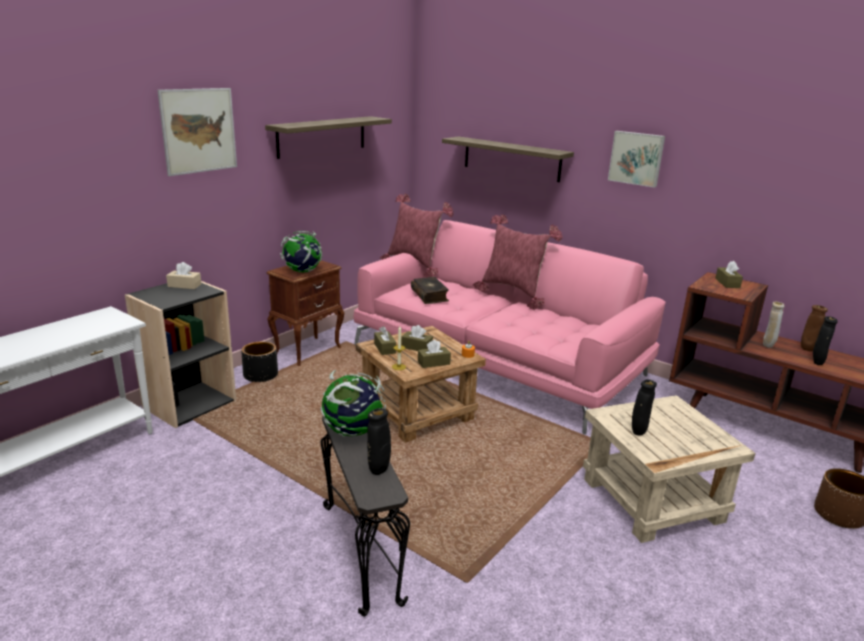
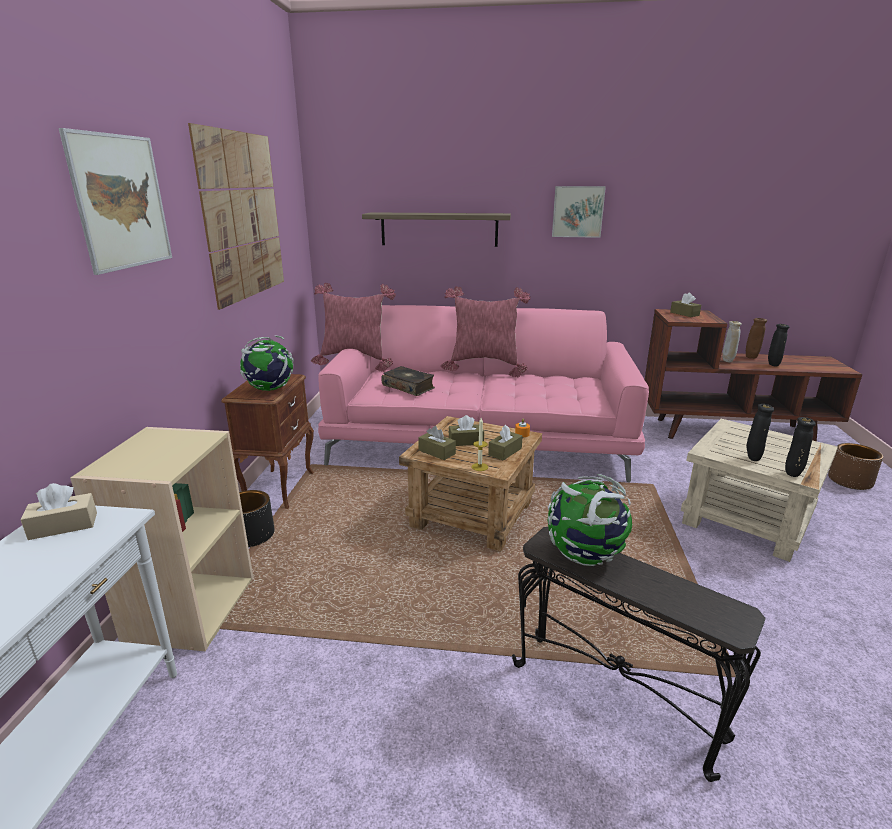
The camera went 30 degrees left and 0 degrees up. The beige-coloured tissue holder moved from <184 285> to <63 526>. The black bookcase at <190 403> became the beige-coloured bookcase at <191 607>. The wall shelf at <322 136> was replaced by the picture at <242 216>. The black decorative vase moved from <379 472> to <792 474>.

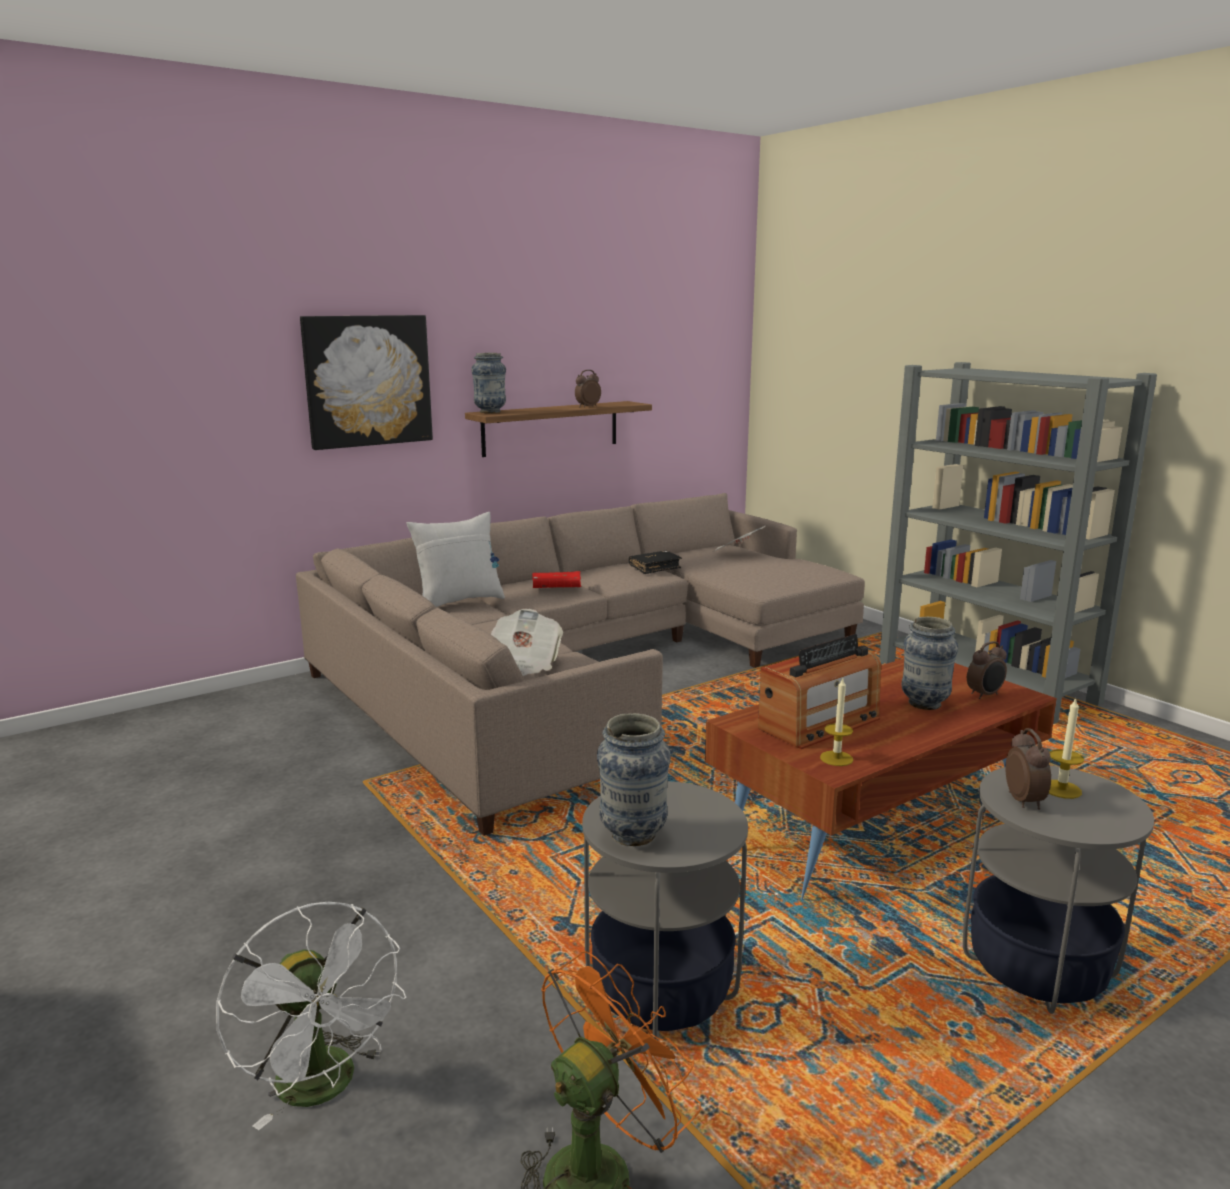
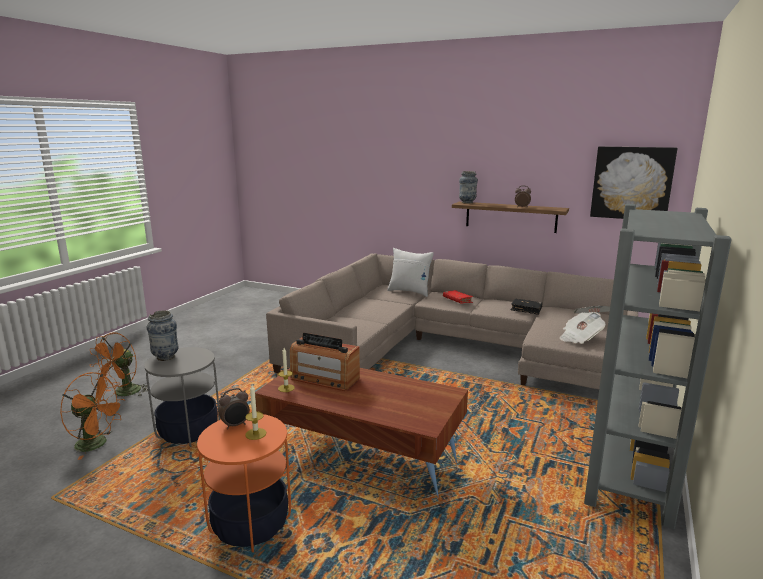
The camera went 60 degrees right and 0 degrees up. The whitish fan at <325 1088> became the orange fan at <124 394>. The gray side table at <1037 970> became the orange side table at <250 527>. The daily paper moved from <524 664> to <579 338>. The picture moved from <367 381> to <631 183>. The decorative vase at <924 703> disappeared. The table clock at <985 695> disappeared.

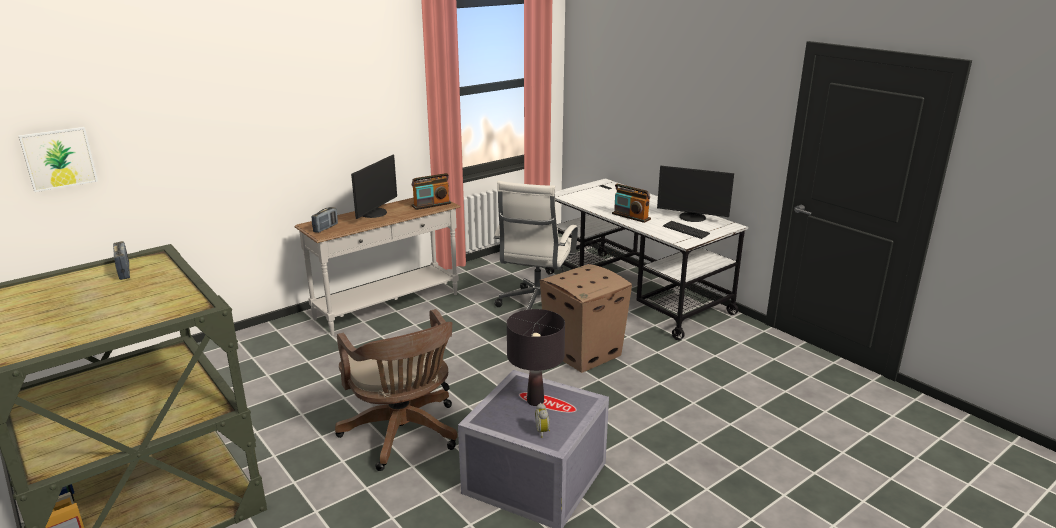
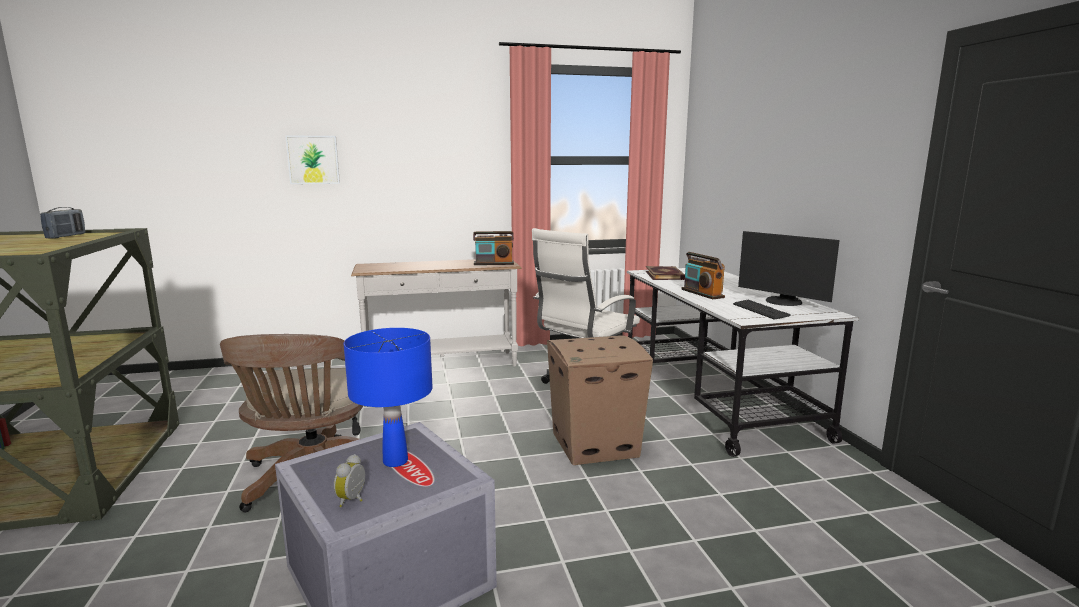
The camera went 25 degrees right and 10 degrees down. The picture moved from <59 158> to <313 160>. The black lamp for a table at <535 401> became the bluish lamp for a table at <396 461>. The volume at <665 275> appeared. The radio set at <325 228> disappeared. The monitor at <375 213> disappeared.

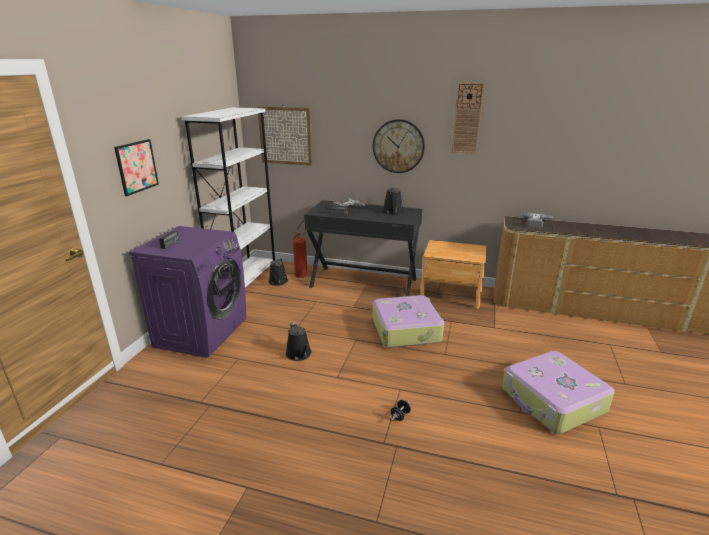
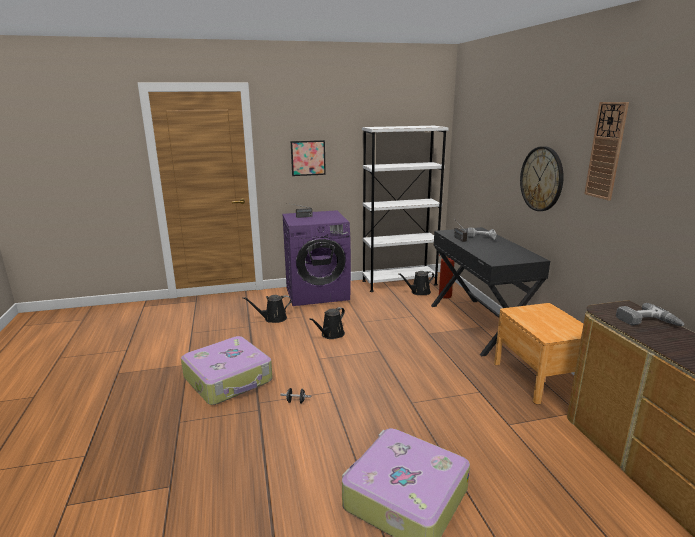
The camera went 60 degrees right and 5 degrees down. The suitcase moved from <406 329> to <229 379>. The black sprinkling can moved from <392 212> to <273 319>. The picture at <285 134> disappeared.

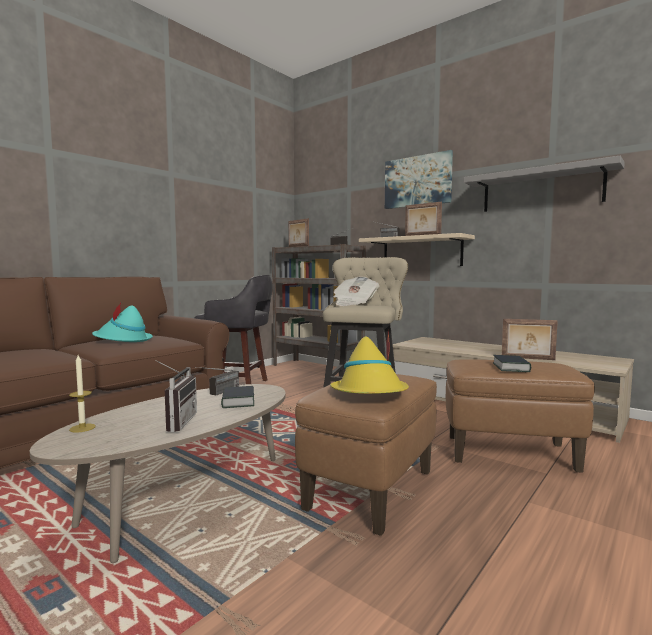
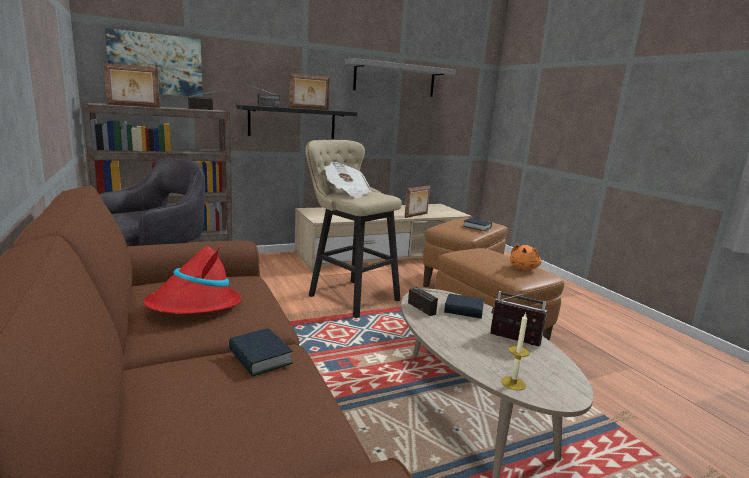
The camera went 65 degrees left and 10 degrees up. The picture moved from <417 181> to <156 64>. The blue-green hat at <123 340> became the red-coloured hat at <194 306>. The volume at <260 357> appeared. The beige-coloured wall shelf at <421 252> became the black wall shelf at <292 122>. The yellow hat at <370 393> was replaced by the orange plush toy at <524 268>.

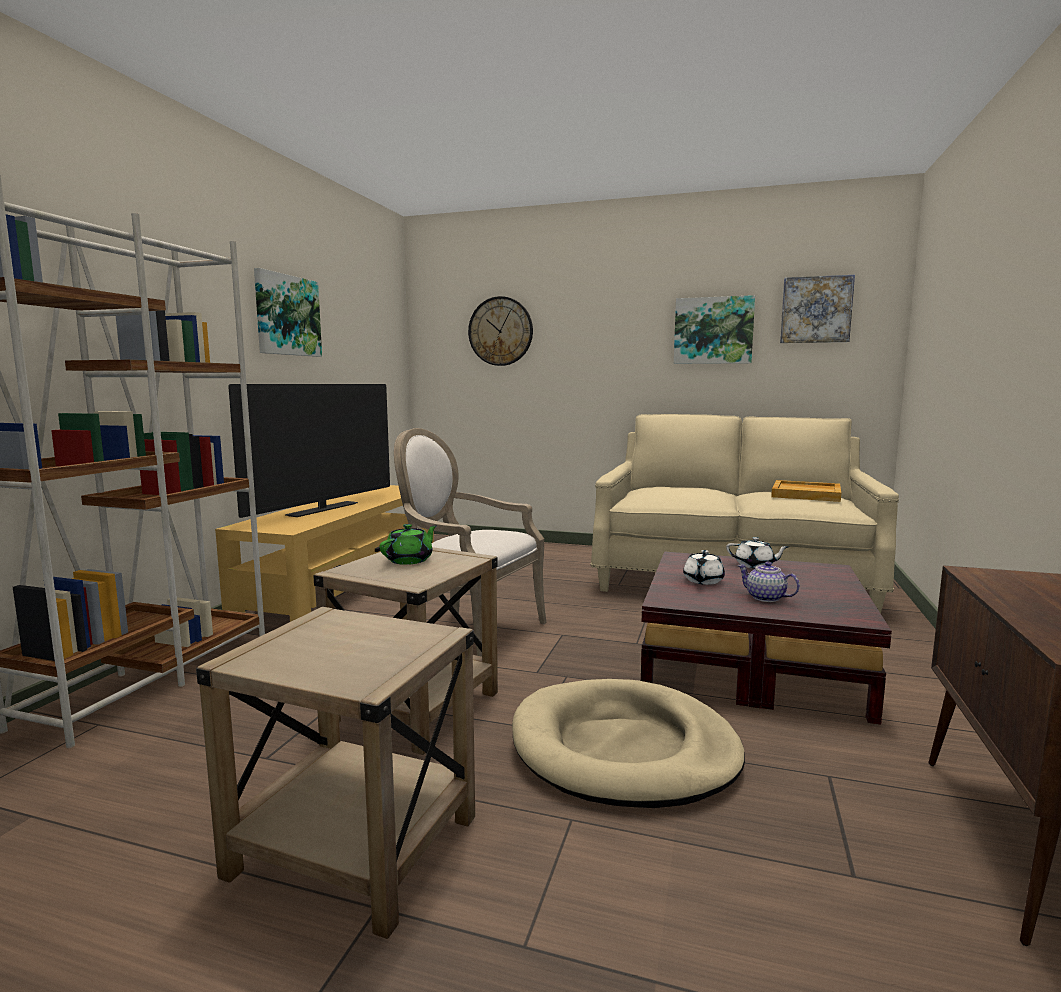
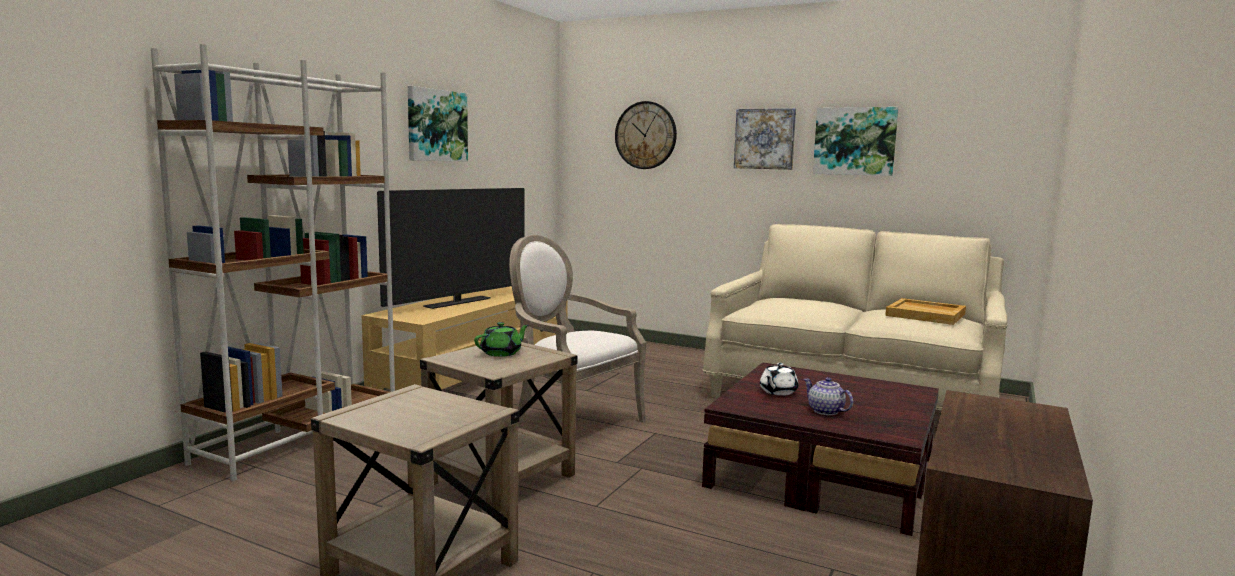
The camera went 10 degrees right and 0 degrees up. The picture moved from <816 310> to <765 139>. The beige-coloured pet bed at <623 749> disappeared. The whitish tea pot at <755 565> disappeared.

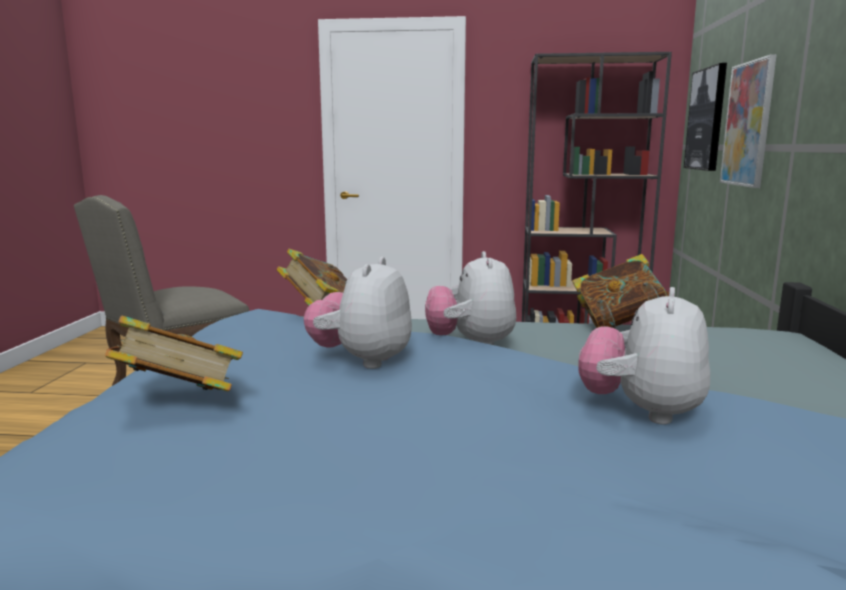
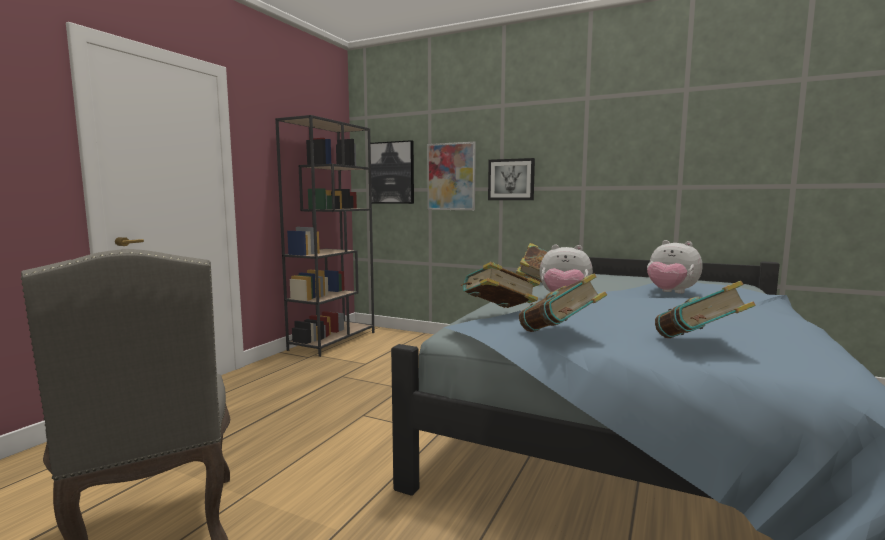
The camera went 70 degrees left and 5 degrees down. The picture at <511 179> appeared. The volume at <559 335> appeared. The plush toy at <362 361> disappeared.

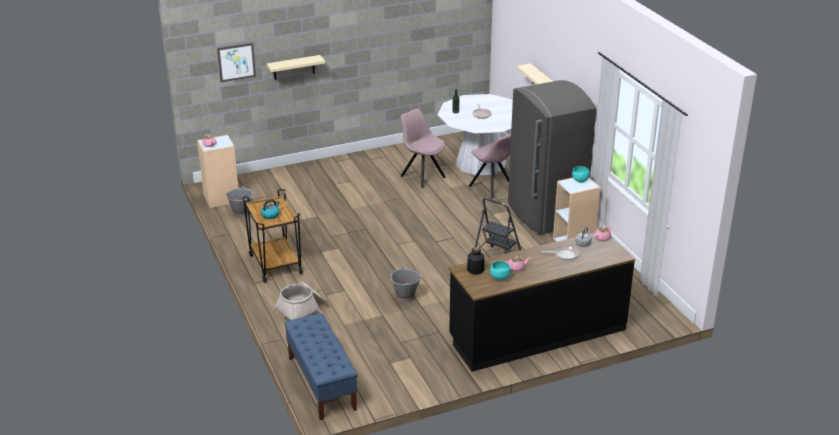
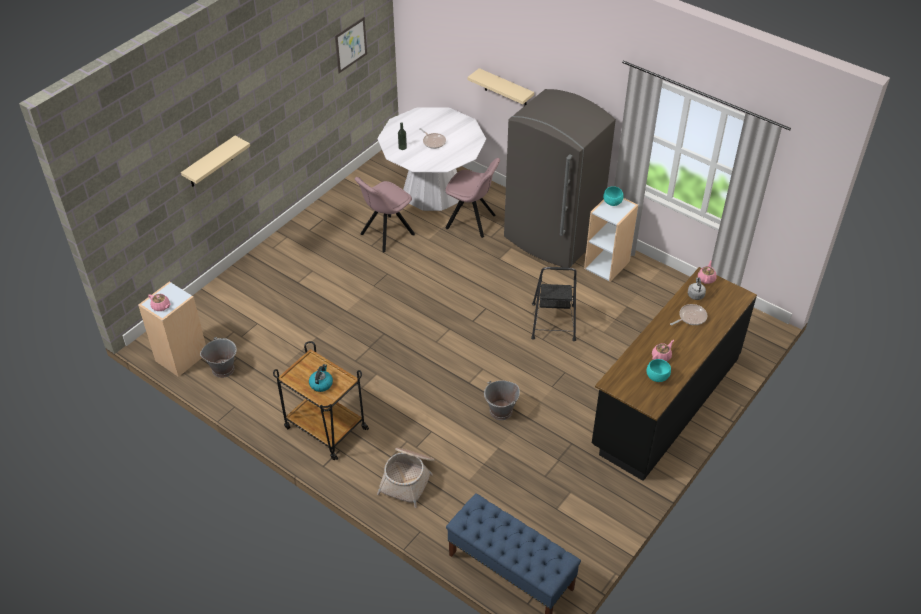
The camera went 30 degrees left and 15 degrees up. The picture moved from <236 62> to <350 44>. The pink plain chair at <422 176> turned 60 degrees counterclockwise. The beverage bottle at <475 269> disappeared.

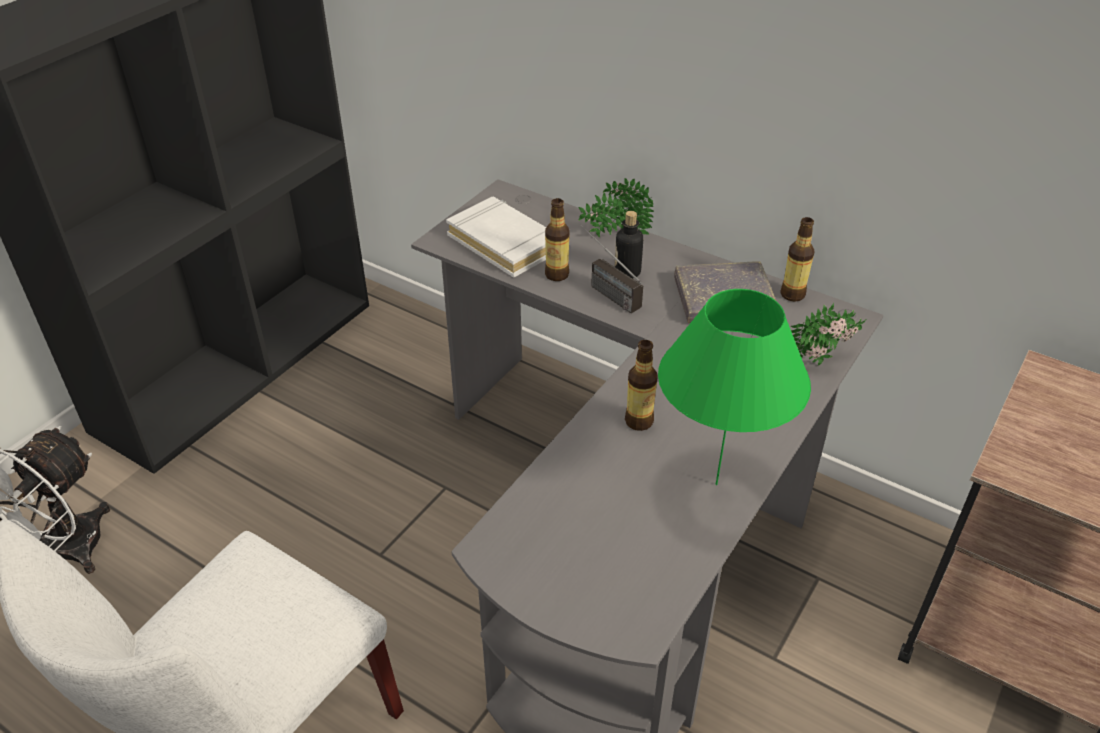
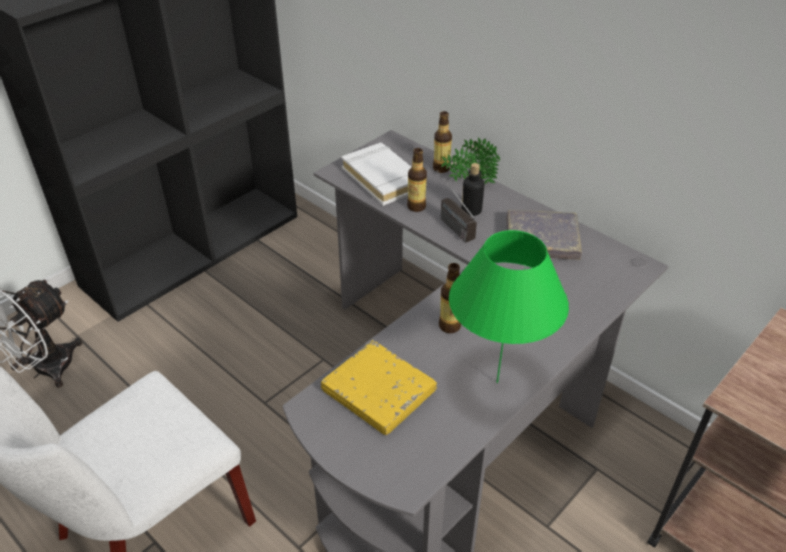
The camera went 10 degrees right and 0 degrees up. The yellow volume at <378 391> appeared. The beverage bottle moved from <792 294> to <441 168>. The houseplant at <823 360> disappeared.

